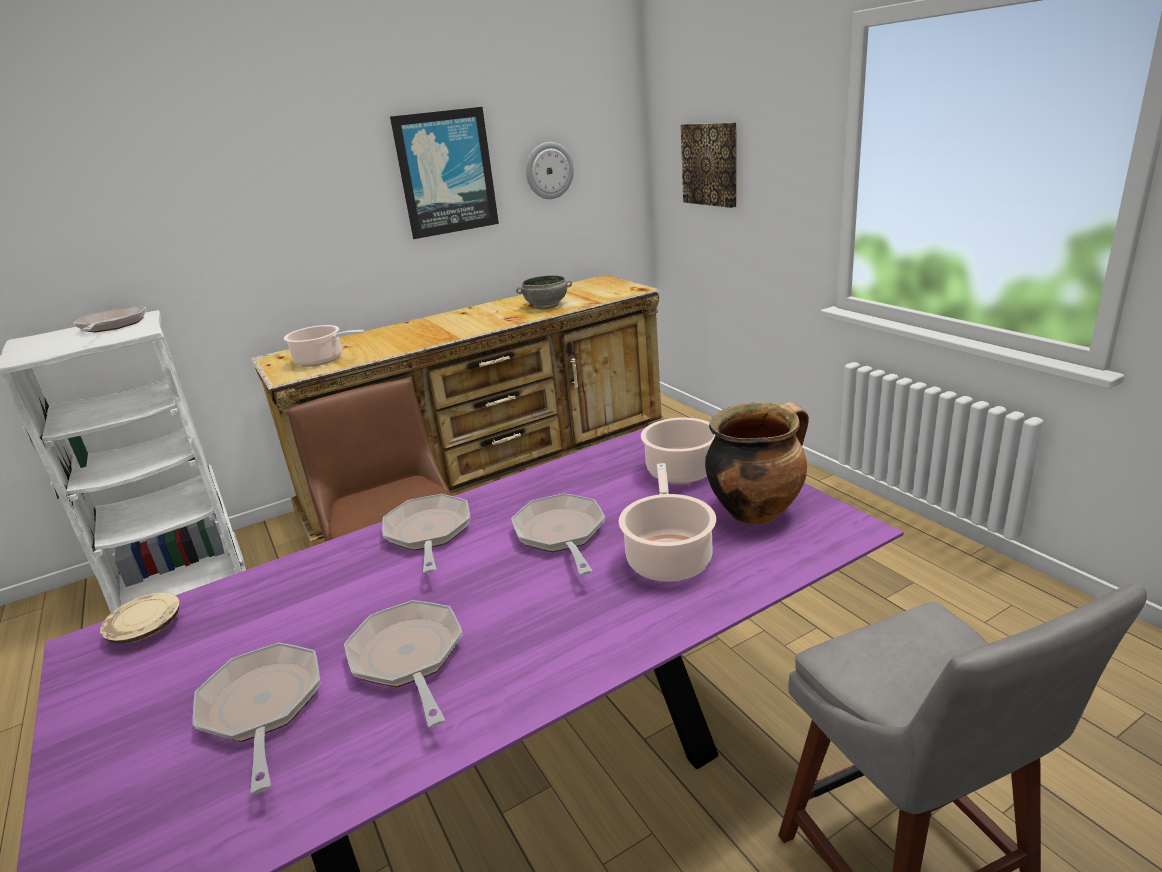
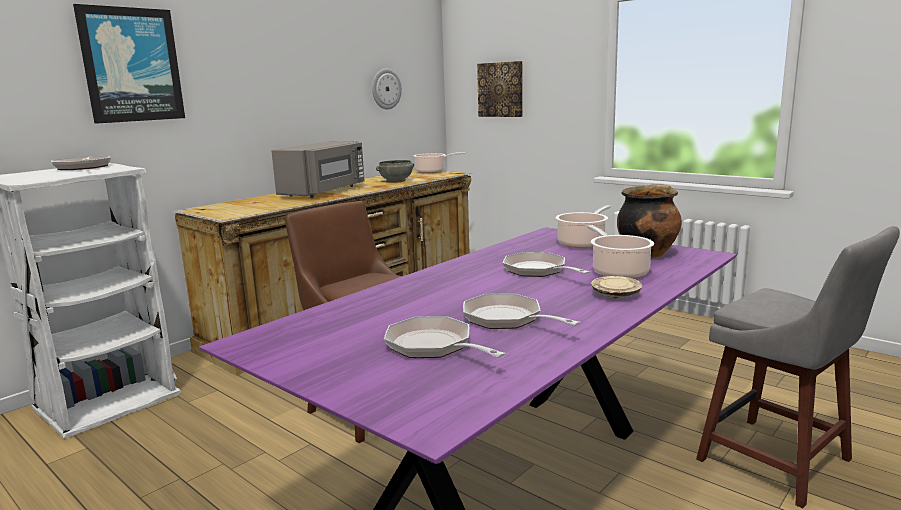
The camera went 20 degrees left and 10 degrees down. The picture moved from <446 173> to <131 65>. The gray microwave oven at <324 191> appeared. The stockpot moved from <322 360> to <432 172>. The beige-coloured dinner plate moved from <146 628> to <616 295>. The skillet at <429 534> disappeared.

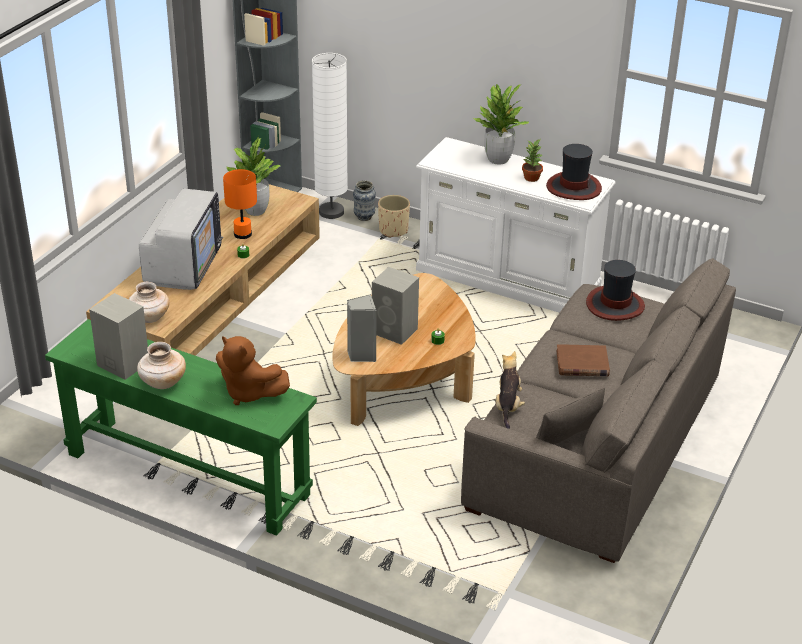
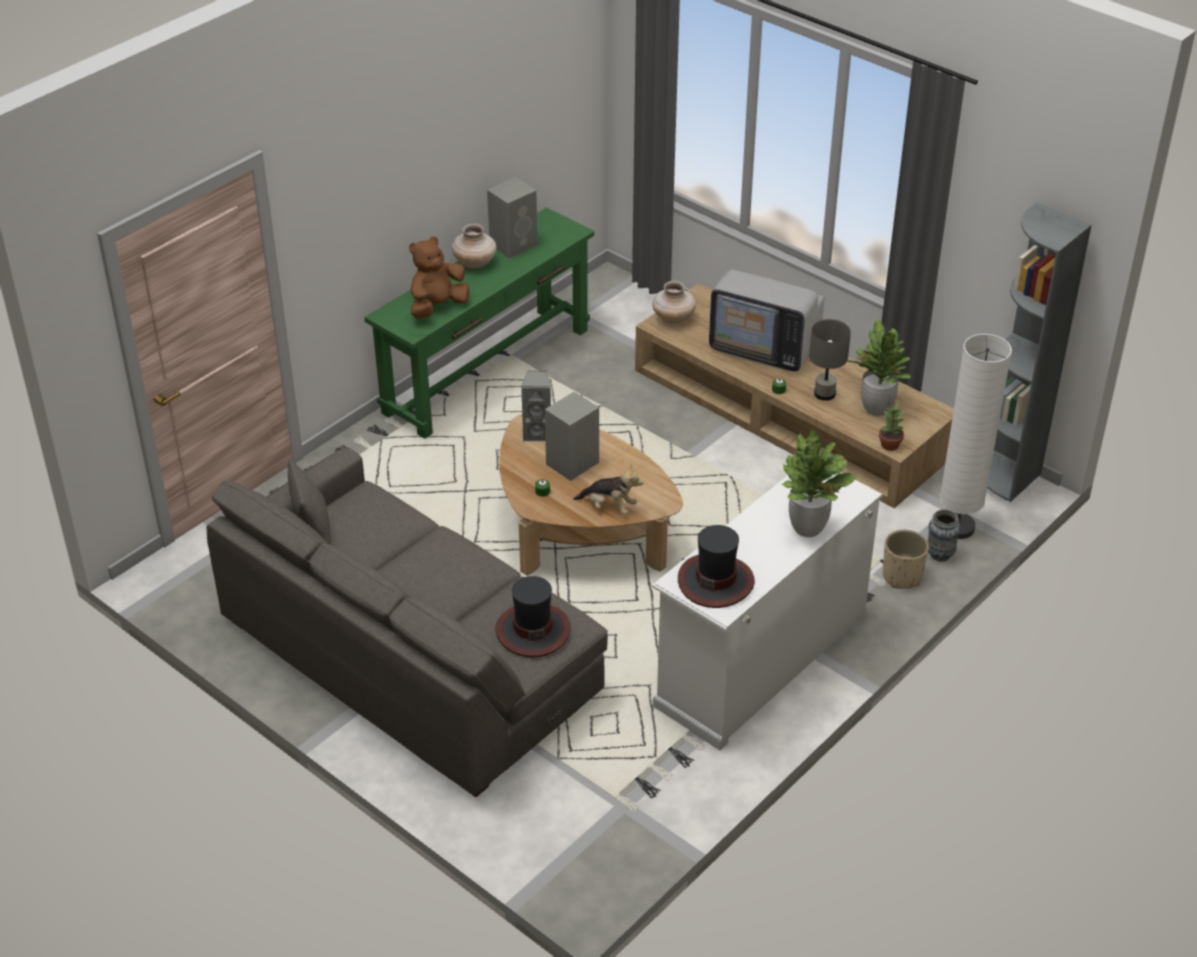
The camera went 105 degrees right and 5 degrees up. The plush toy moved from <508 406> to <609 507>. The orange lamp for a table at <243 234> became the gray lamp for a table at <824 394>. The houseplant moved from <532 178> to <889 445>. The brown-coloured volume at <582 363> disappeared.

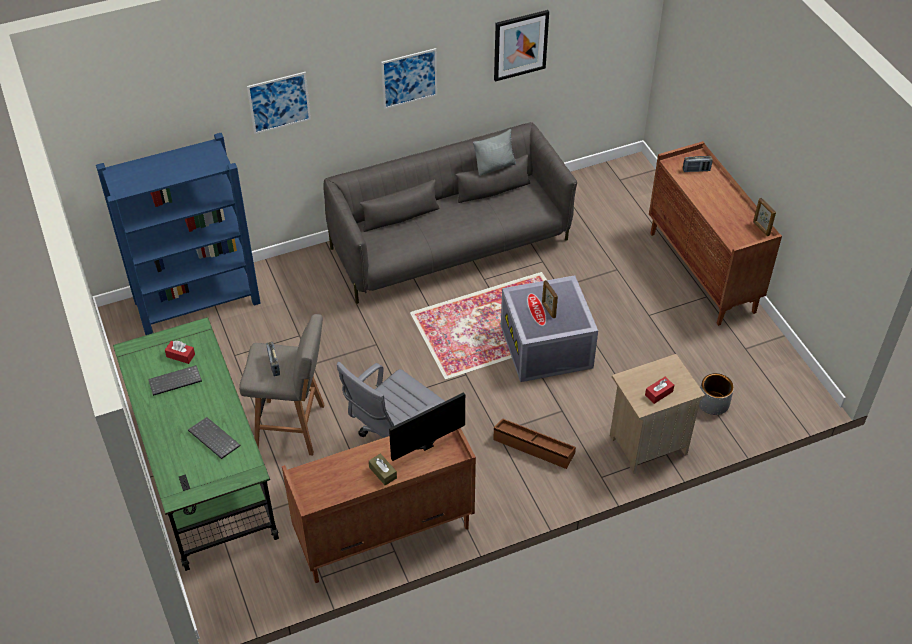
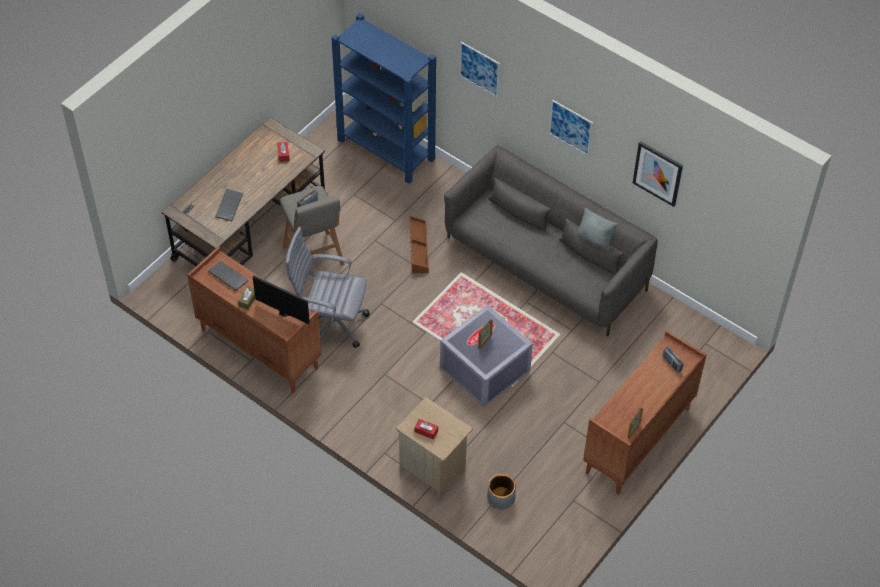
The camera went 60 degrees right and 5 degrees up. The green desk unit at <203 471> became the brown-coloured desk unit at <250 229>. The PC keyboard moved from <174 382> to <227 276>. The brown-coloured storage container moved from <533 447> to <418 249>.

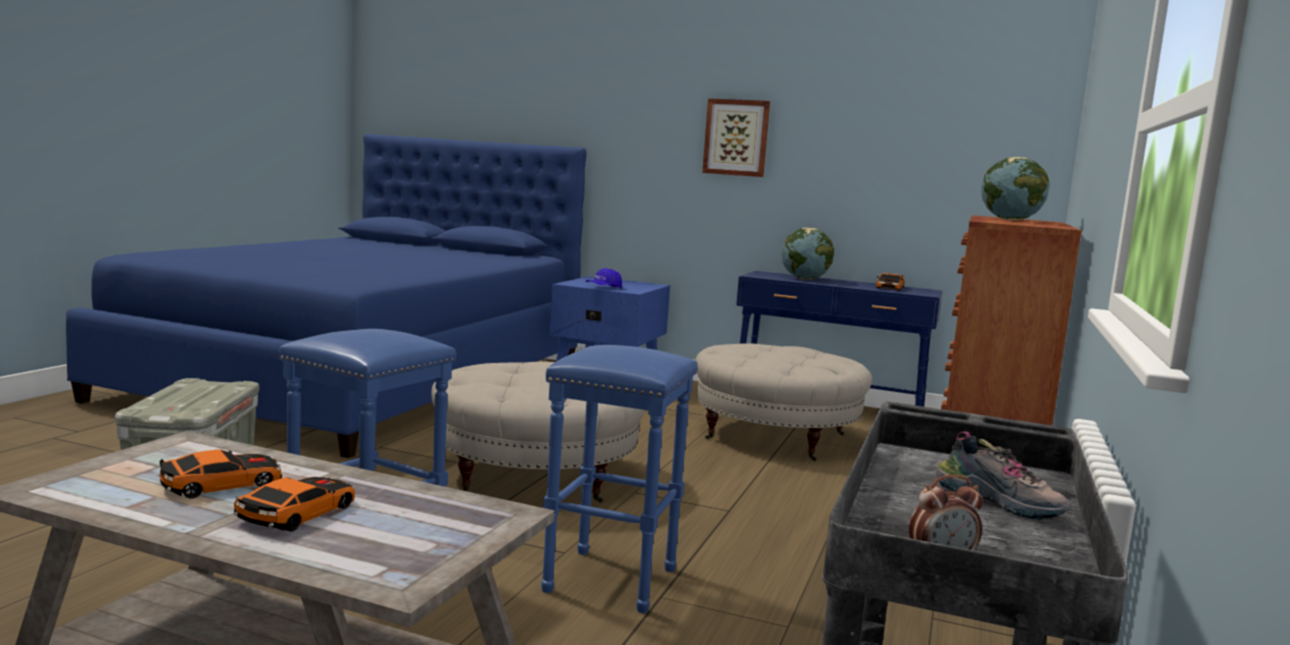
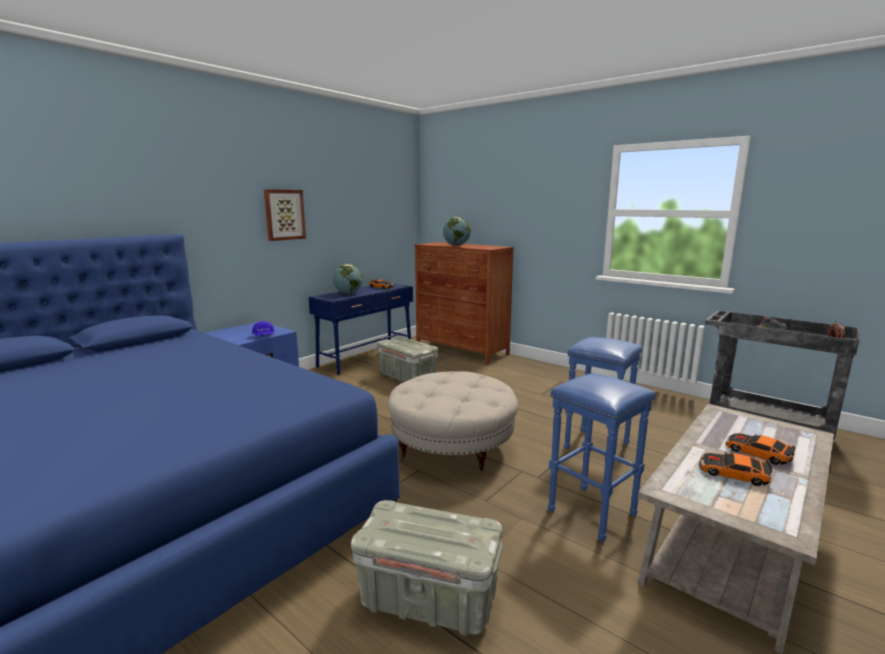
The camera went 70 degrees left and 5 degrees up. The beige-coloured footrest at <775 436> was replaced by the gray storage container at <407 378>. The miniature car at <221 483> turned 45 degrees counterclockwise.

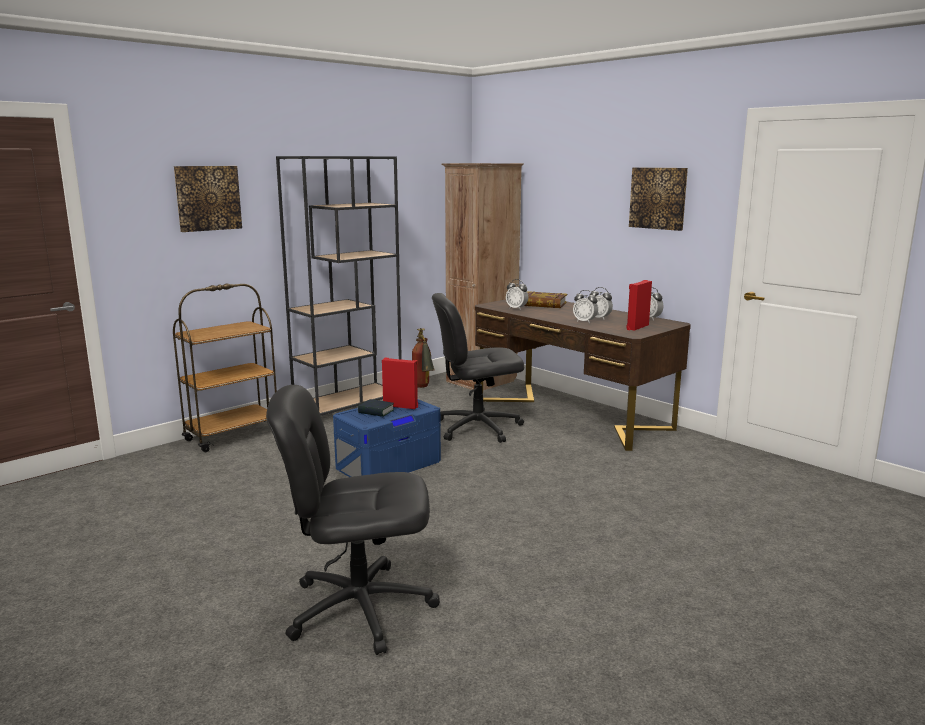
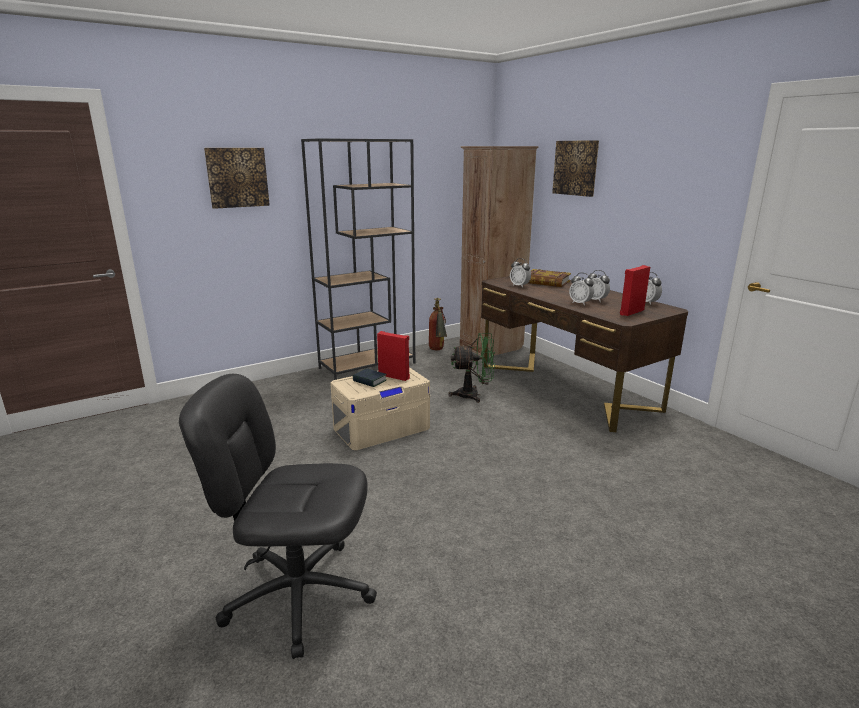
The camera went 10 degrees right and 5 degrees up. The bluish storage container at <389 464> became the beige-coloured storage container at <381 428>. The black computer chair at <477 427> was replaced by the green fan at <473 395>. The picture moved from <658 198> to <576 168>. The brown-coloured trolley at <233 436> disappeared.

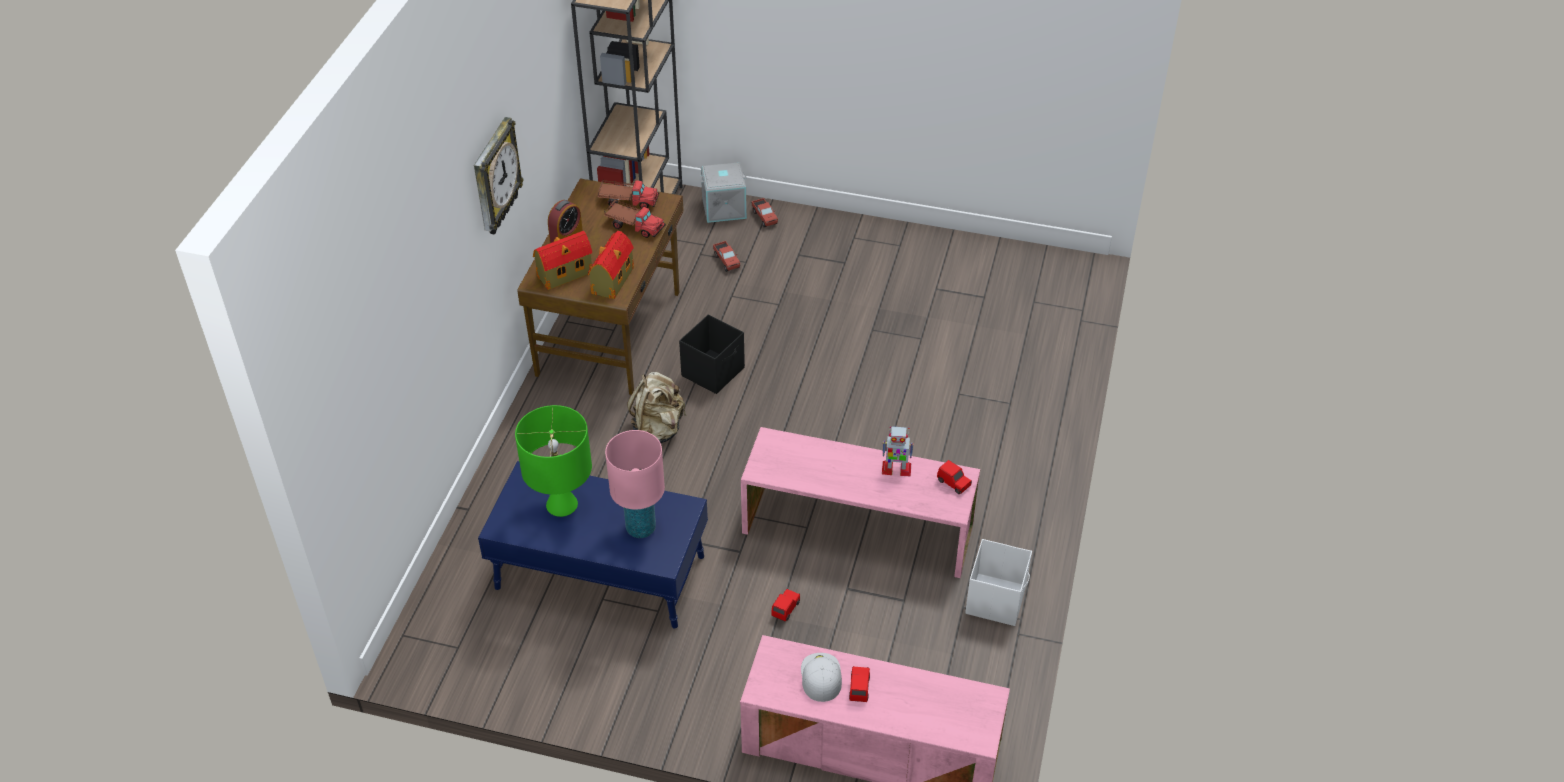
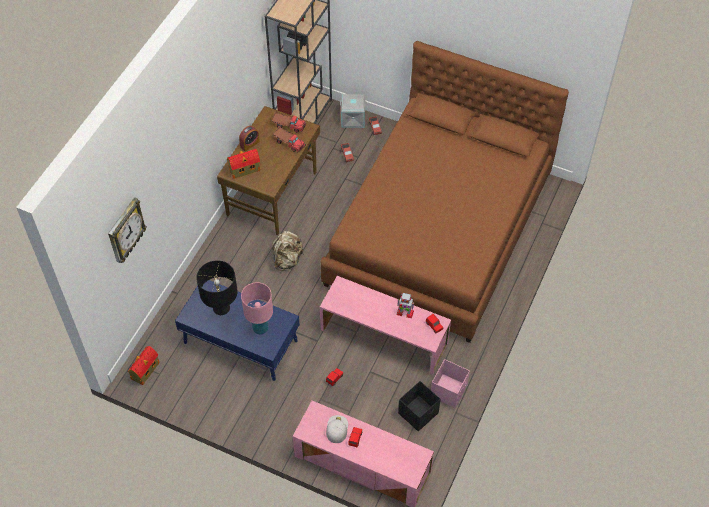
The camera went 10 degrees right and 10 degrees up. The clock on the wall moved from <495 178> to <125 231>. The toy house moved from <612 281> to <144 371>. The green lamp for a table at <562 507> became the black lamp for a table at <221 309>. The brown-coloured bed at <439 229> appeared. The black storage container moved from <714 371> to <419 413>. The whitish storage container at <996 599> became the pink storage container at <449 390>.

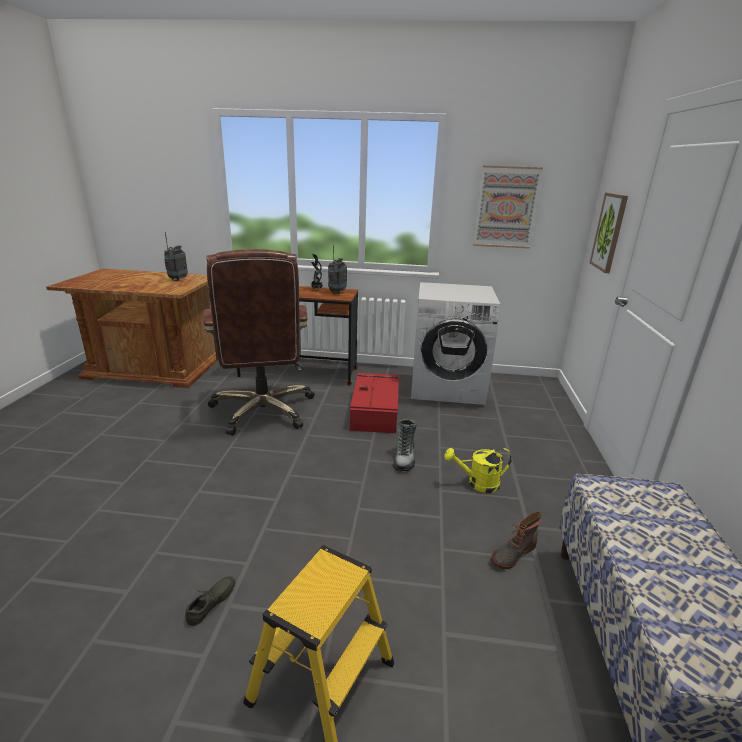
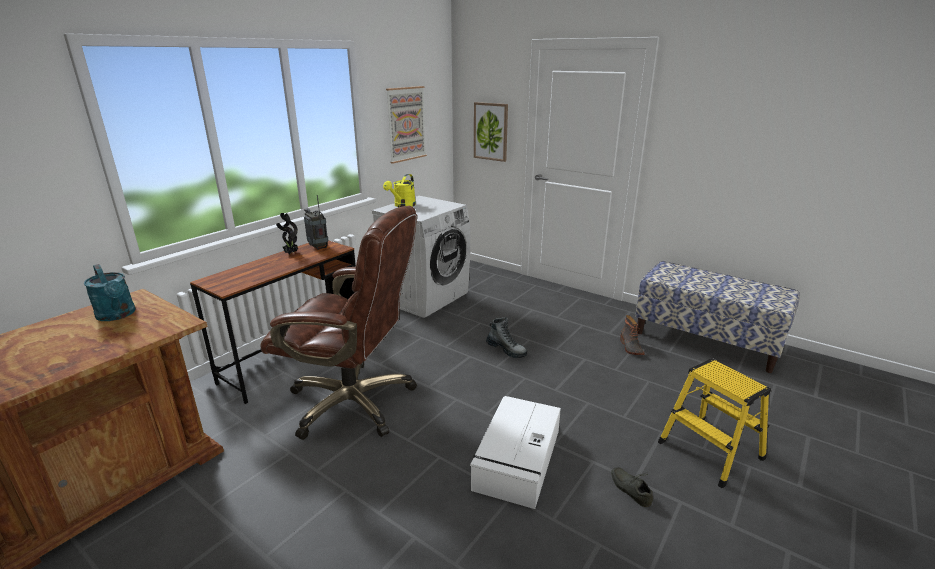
The camera went 60 degrees left and 0 degrees up. The radio set at <178 280> was replaced by the blue-green sprinkling can at <117 315>. The yellow sprinkling can moved from <477 483> to <402 206>. The whitish storage container at <517 460> appeared. The red-coloured storage container at <375 410> disappeared.

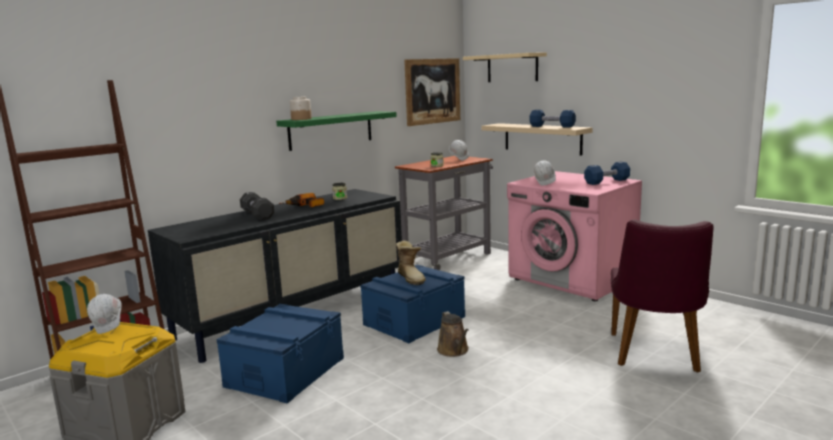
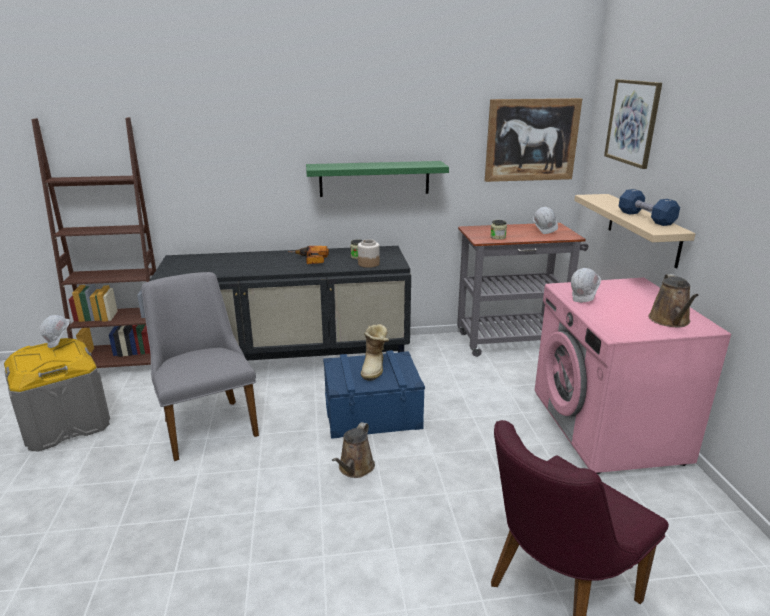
The camera went 35 degrees right and 10 degrees up. The bluish storage container at <285 372> was replaced by the gray plain chair at <207 423>. The storage jar moved from <301 119> to <368 264>. The beige-coloured wall shelf at <512 68> was replaced by the picture at <632 122>. The bluish hand weight at <606 181> was replaced by the brown-coloured sprinkling can at <670 321>. The black hand weight at <257 215> disappeared.

